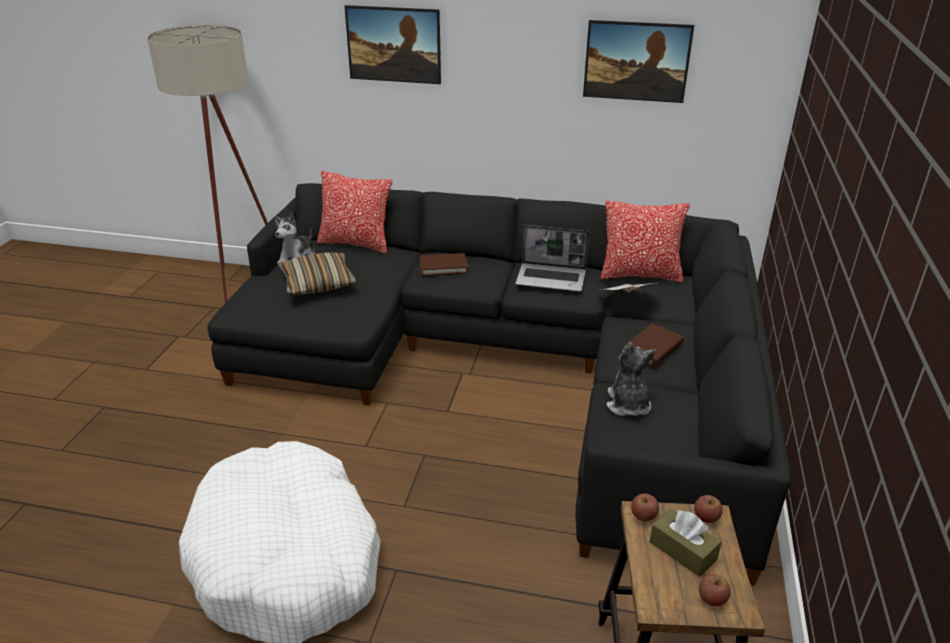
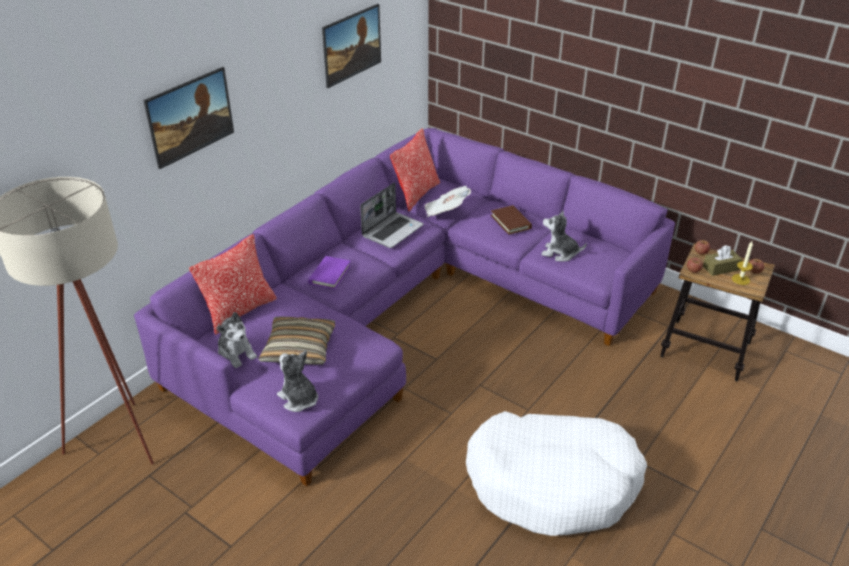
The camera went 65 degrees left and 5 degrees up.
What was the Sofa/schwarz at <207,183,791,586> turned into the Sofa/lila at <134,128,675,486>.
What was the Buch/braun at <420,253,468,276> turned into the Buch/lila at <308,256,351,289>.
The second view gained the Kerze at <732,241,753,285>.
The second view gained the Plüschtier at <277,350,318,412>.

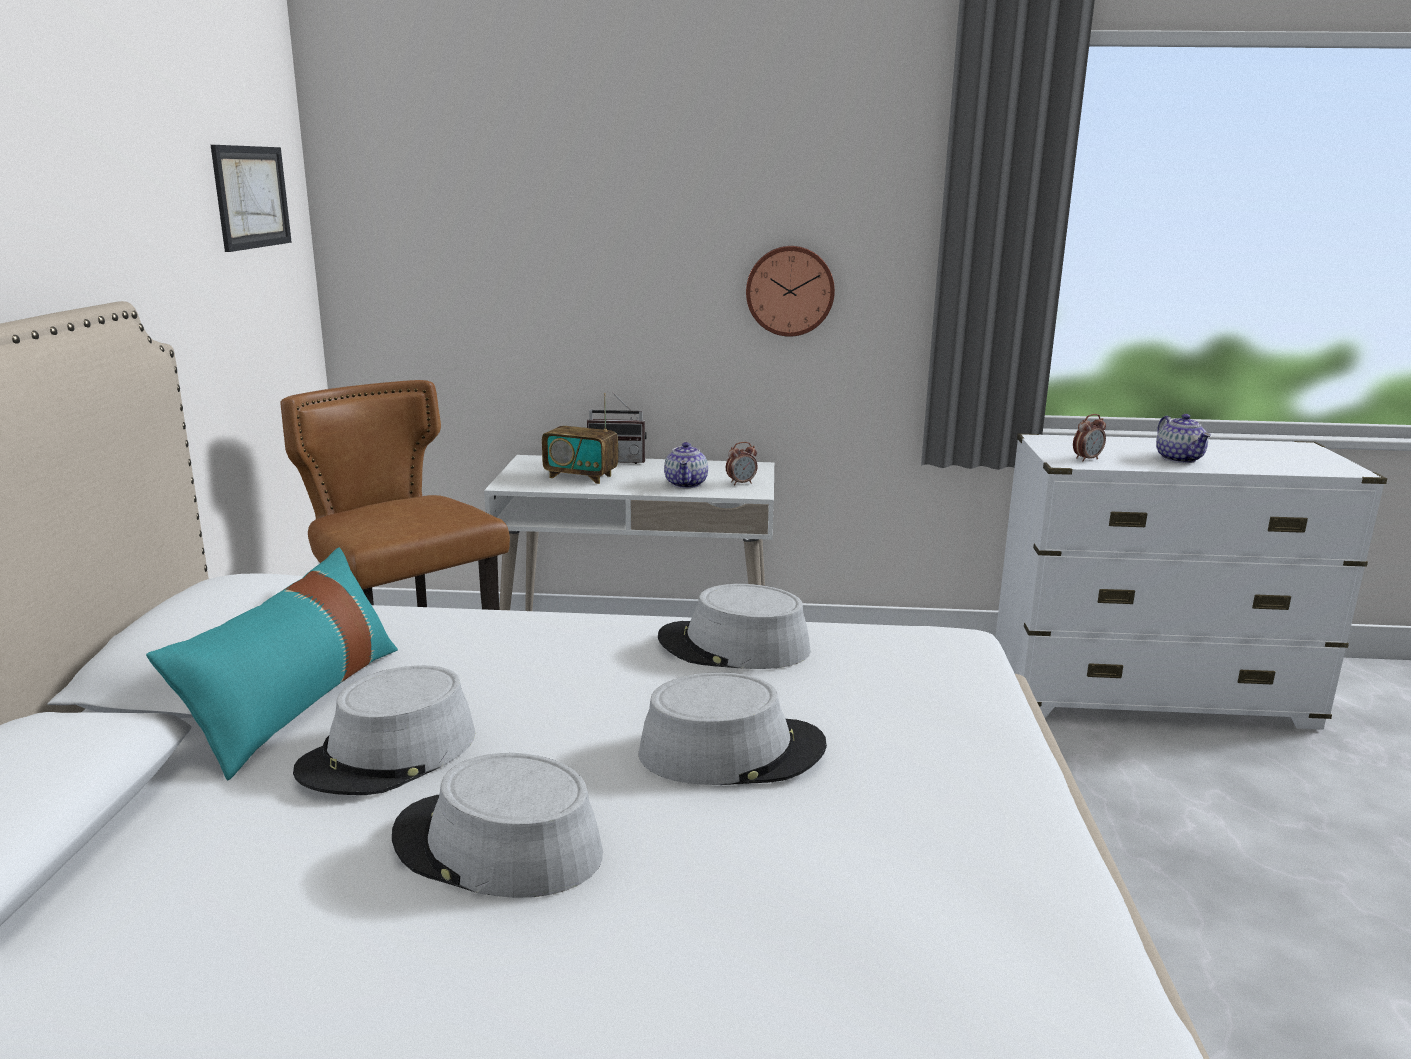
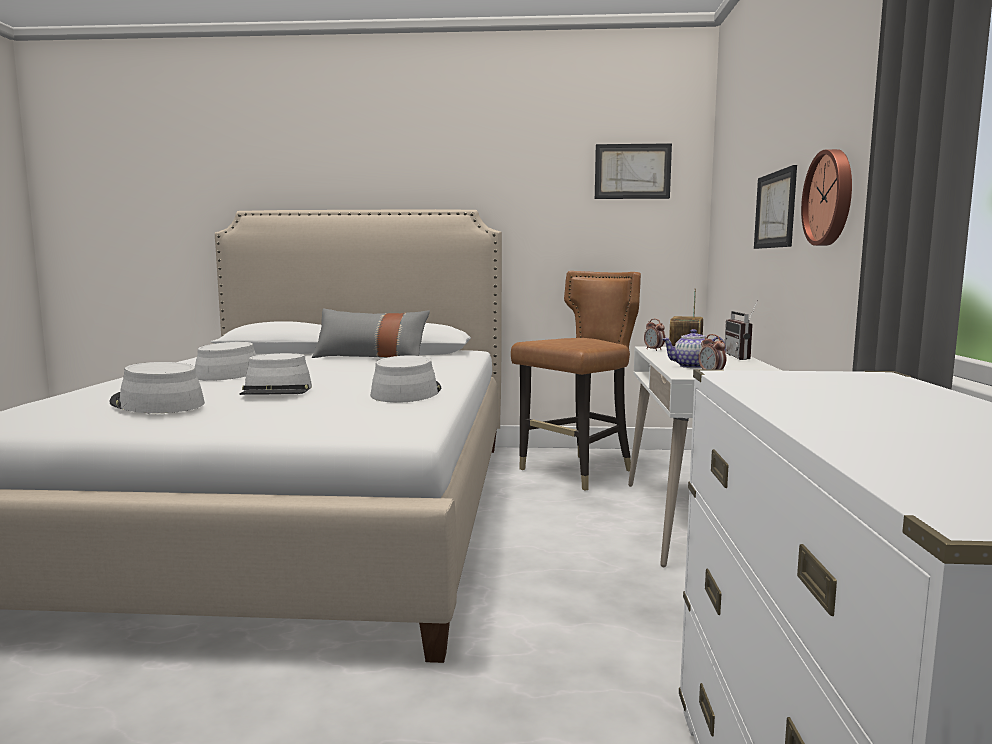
The camera went 90 degrees right and 10 degrees down.
The Wecker ended up elsewhere, having gone from <1073,414,1106,461> to <644,319,665,351>.
The second view lost the Teekanne at <1156,414,1211,463>.
What was the Kissen/türkis at <146,548,398,780> turned into the Kissen/grau at <312,309,430,358>.
The Hut/grau ended up elsewhere, having gone from <293,665,475,795> to <109,362,205,413>.
The second view gained the Bild at <754,165,797,249>.

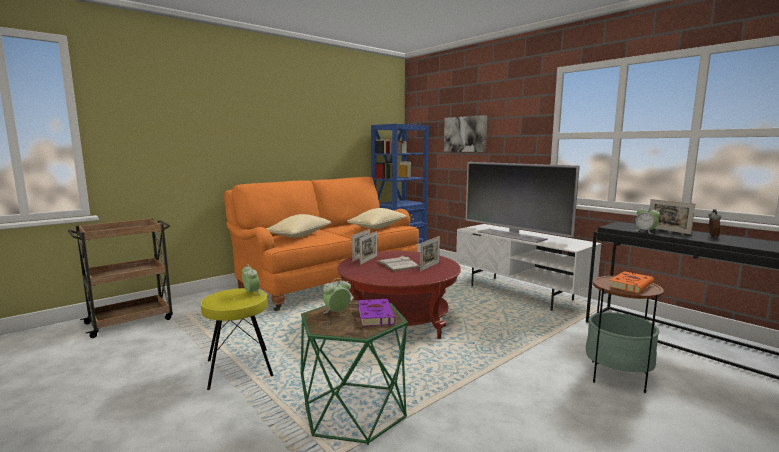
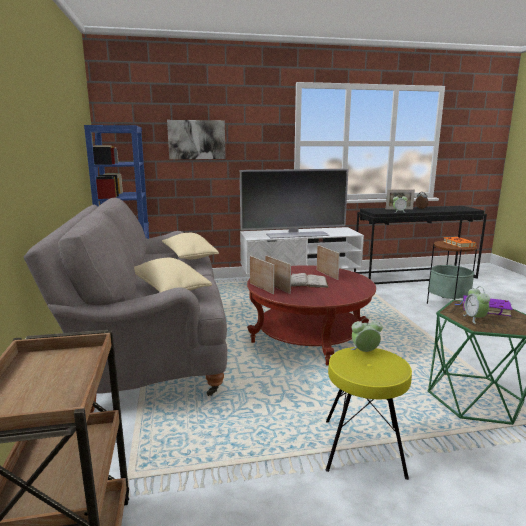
The camera went 60 degrees left and 5 degrees up.
What was the Sofa/orange at <224,177,419,311> turned into the Sofa/grau at <24,197,227,413>.

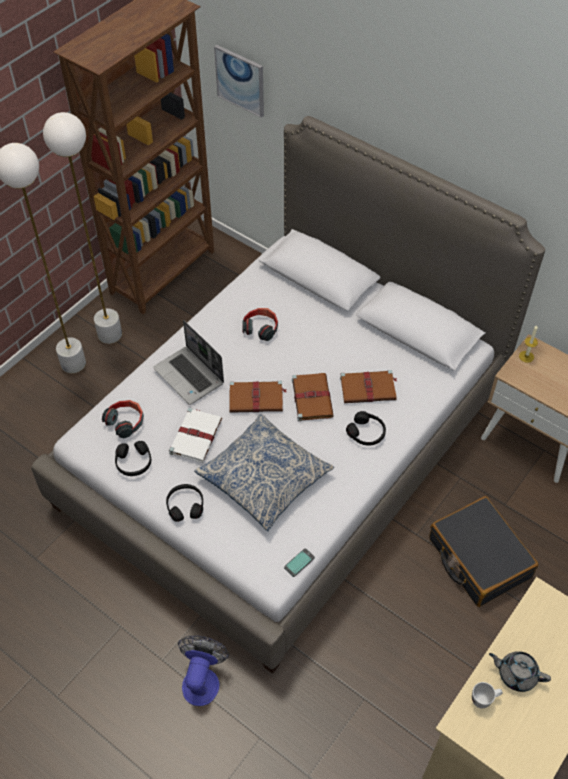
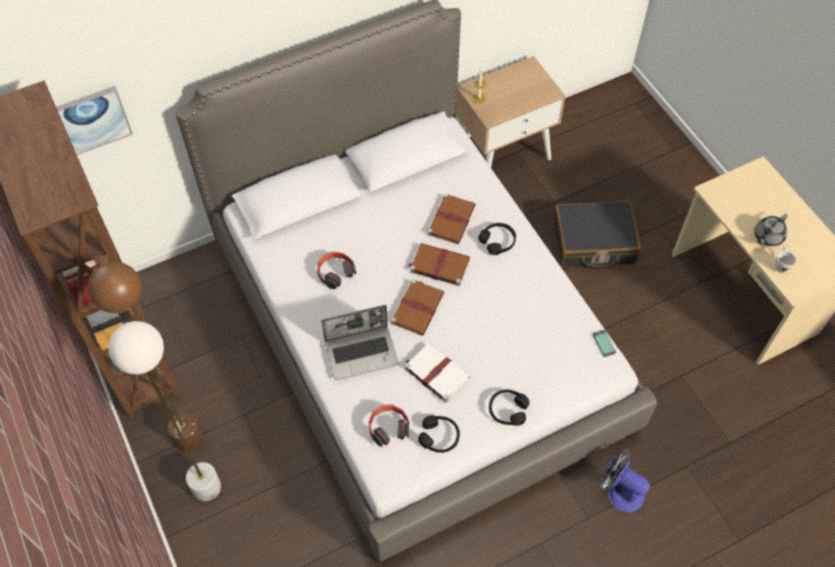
The camera went 65 degrees left and 5 degrees up.
What was the Stehlampe/weiß at <43,112,122,344> turned into the Stehlampe/braun at <88,262,203,451>.
The second view lost the Kissen at <194,414,334,531>.

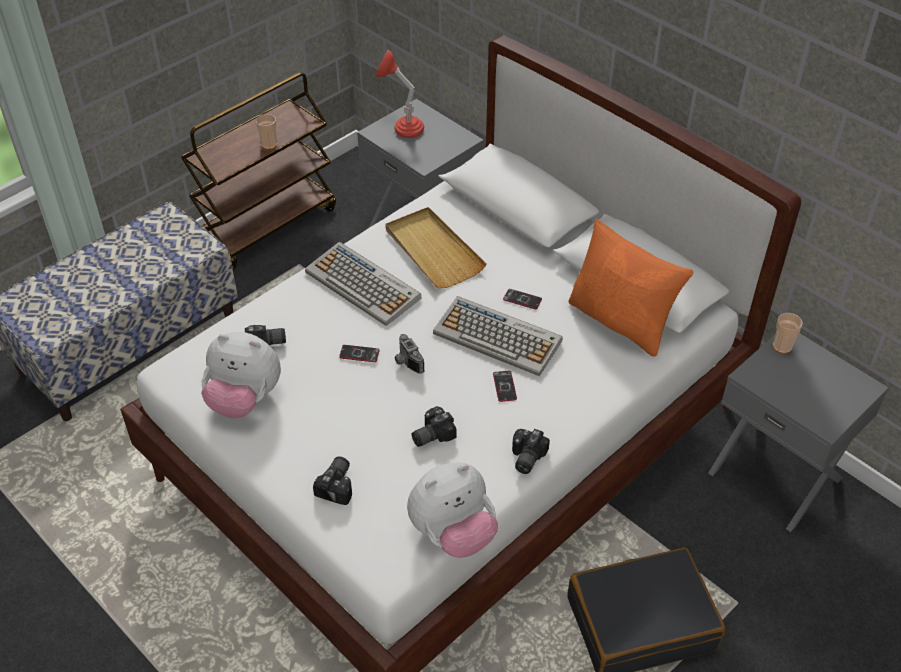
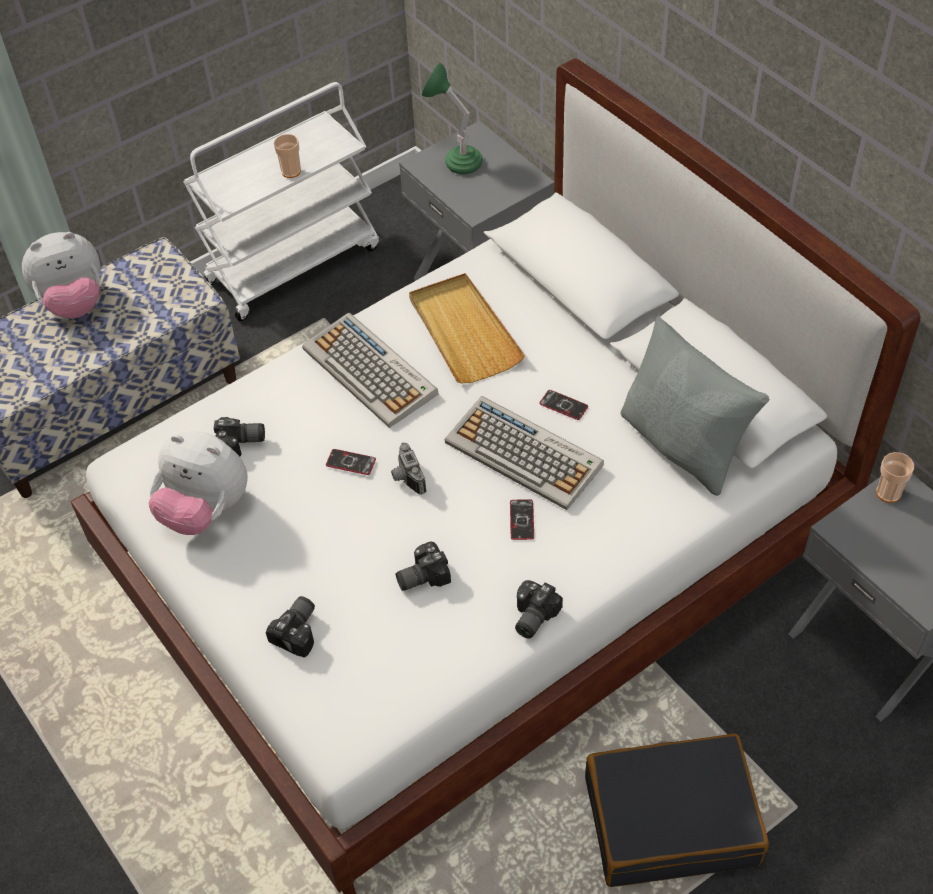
The camera went 10 degrees right and 5 degrees up.
What was the Tischlampe/rot at <376,50,424,138> turned into the Tischlampe/grün at <422,63,482,174>.
What was the Rollwagen/braun at <181,72,336,270> turned into the Rollwagen/weiß at <183,82,379,321>.
What was the Kissen/orange at <568,219,694,357> turned into the Kissen/grau at <620,316,769,496>.
The Plüschtier ended up elsewhere, having gone from <407,463,498,558> to <22,232,101,318>.

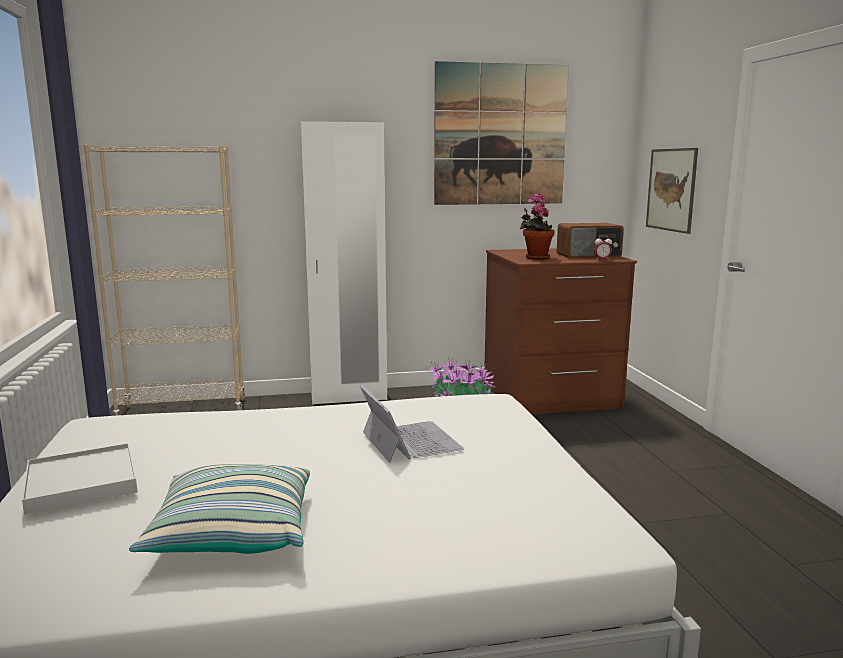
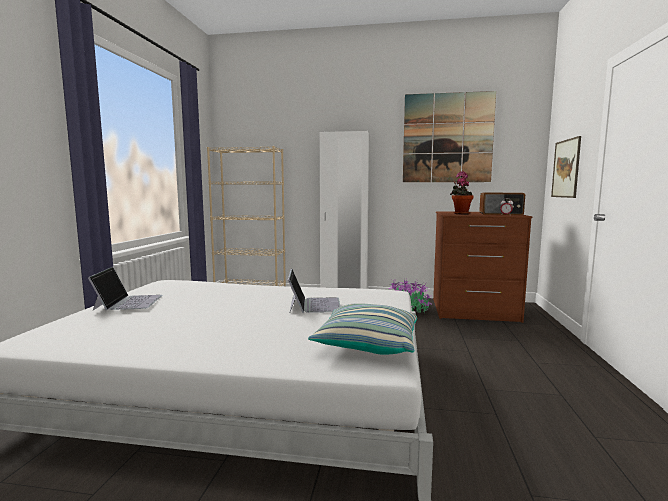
The camera went 20 degrees right and 5 degrees down.
Where the Tablett/weiß stood at <22,443,137,515>, the Laptop came to stand at <88,267,163,310>.
The Kissen ended up elsewhere, having gone from <129,464,310,554> to <308,303,417,355>.

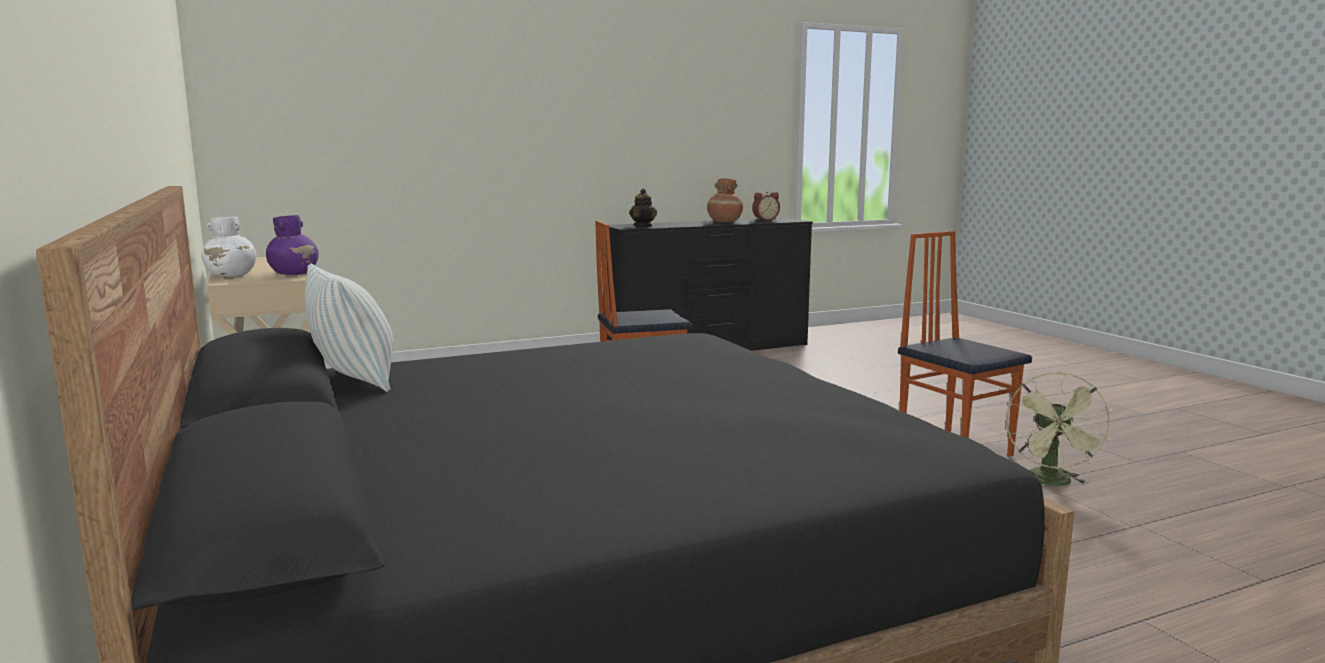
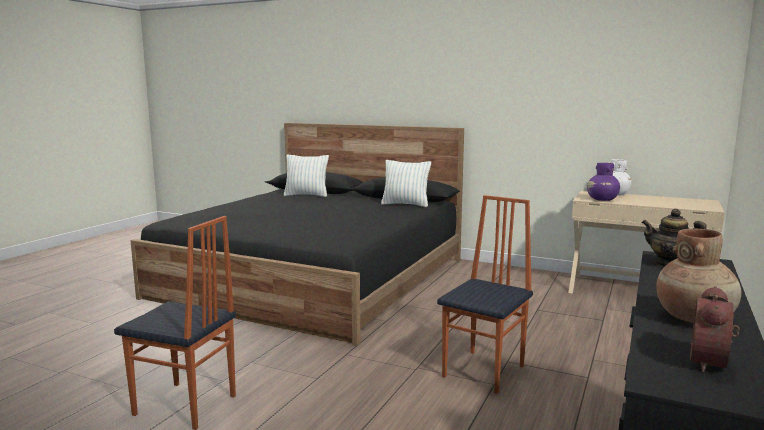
The camera went 140 degrees right and 0 degrees up.
The second view lost the Ventilator/grün at <1006,372,1112,486>.
The second view gained the Kissen at <284,154,329,197>.

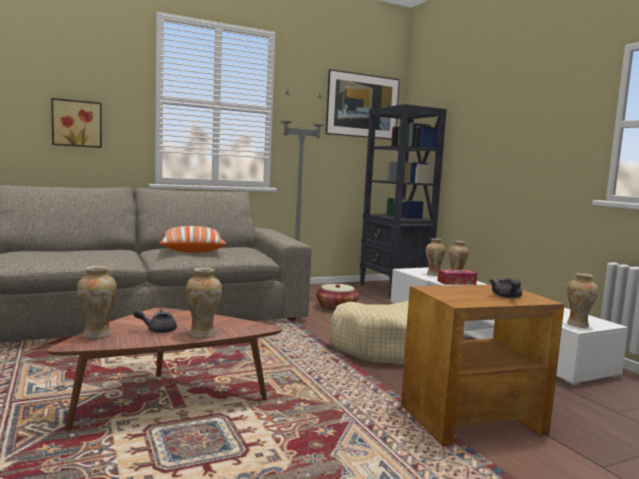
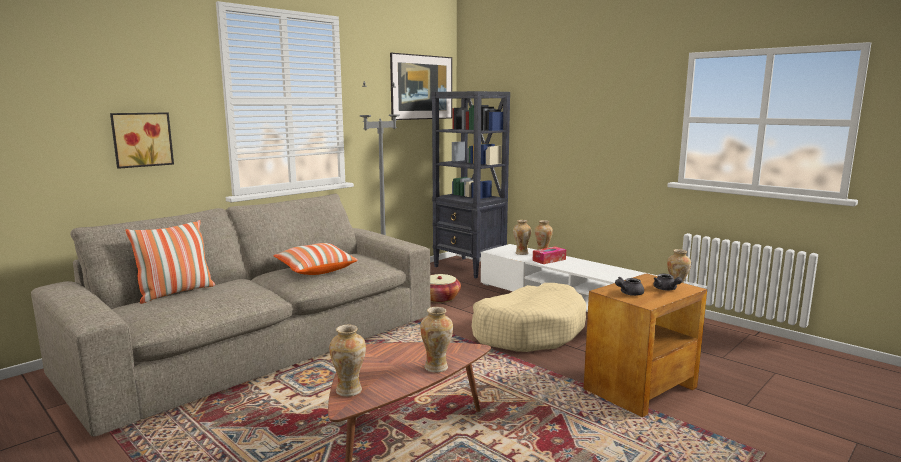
The camera went 20 degrees left and 5 degrees up.
The Teekanne/grau ended up elsewhere, having gone from <133,309,177,333> to <615,277,644,296>.
The second view gained the Kissen at <125,220,215,304>.

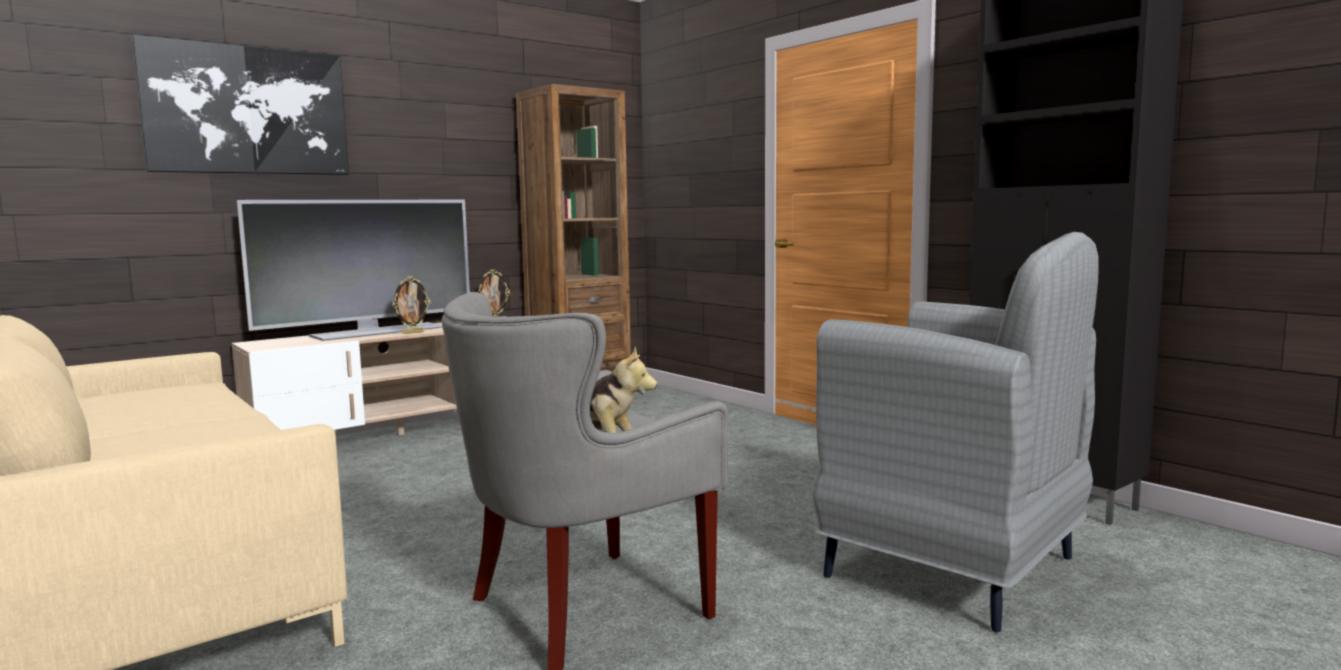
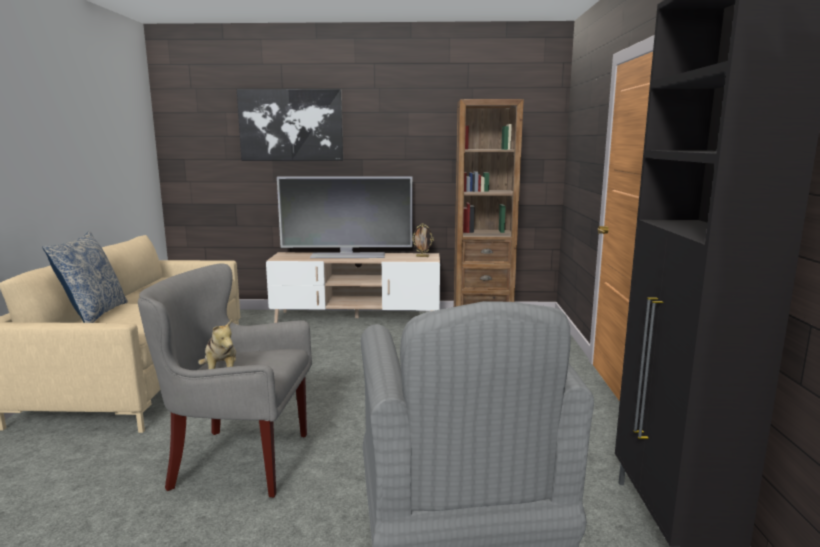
The camera went 40 degrees right and 5 degrees up.
The second view lost the Bilderrahmen at <392,276,431,334>.
The second view gained the Kissen at <43,231,128,323>.

